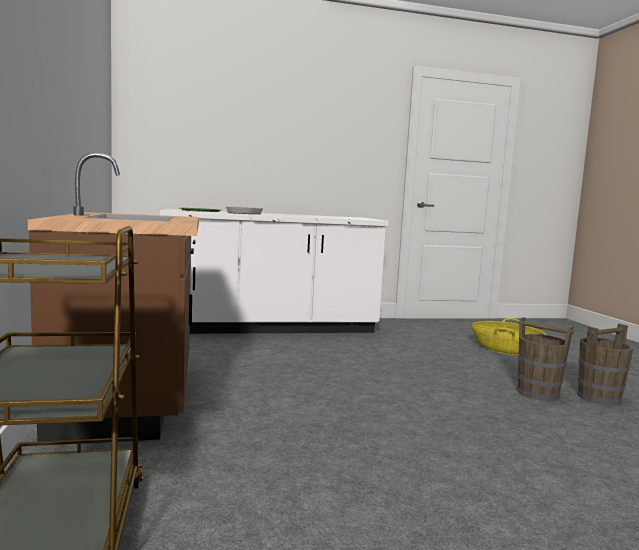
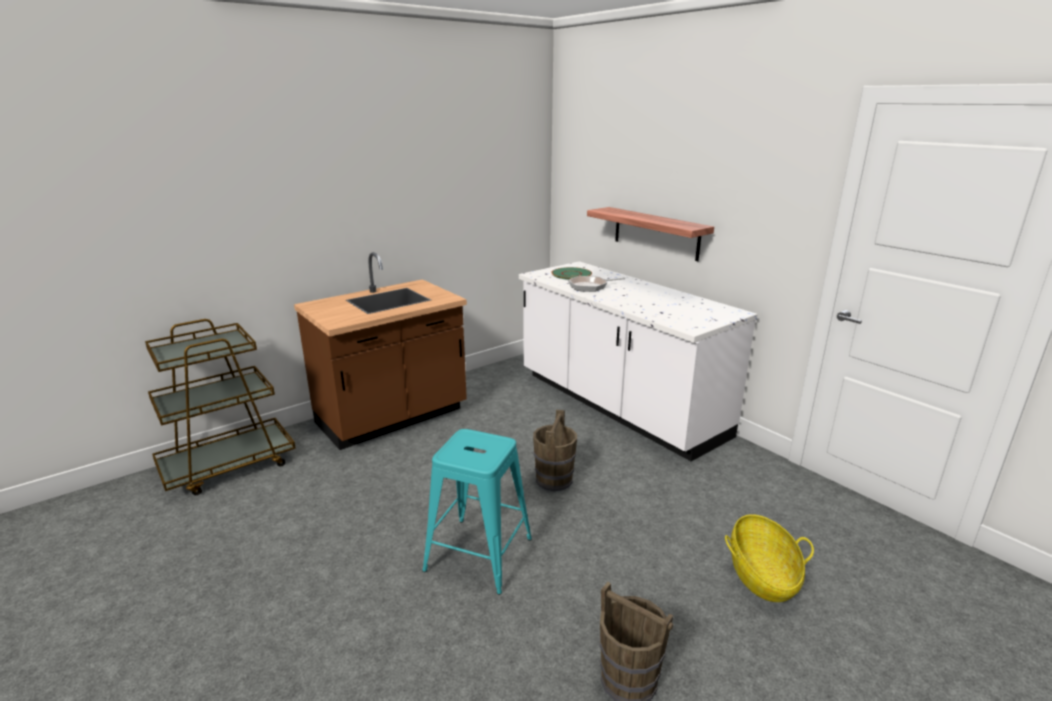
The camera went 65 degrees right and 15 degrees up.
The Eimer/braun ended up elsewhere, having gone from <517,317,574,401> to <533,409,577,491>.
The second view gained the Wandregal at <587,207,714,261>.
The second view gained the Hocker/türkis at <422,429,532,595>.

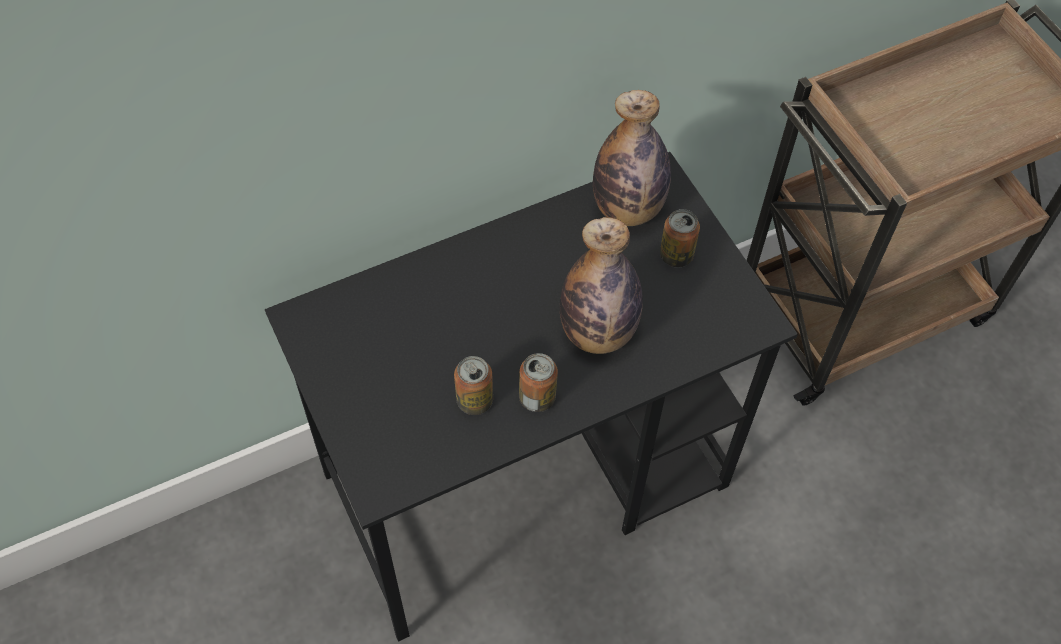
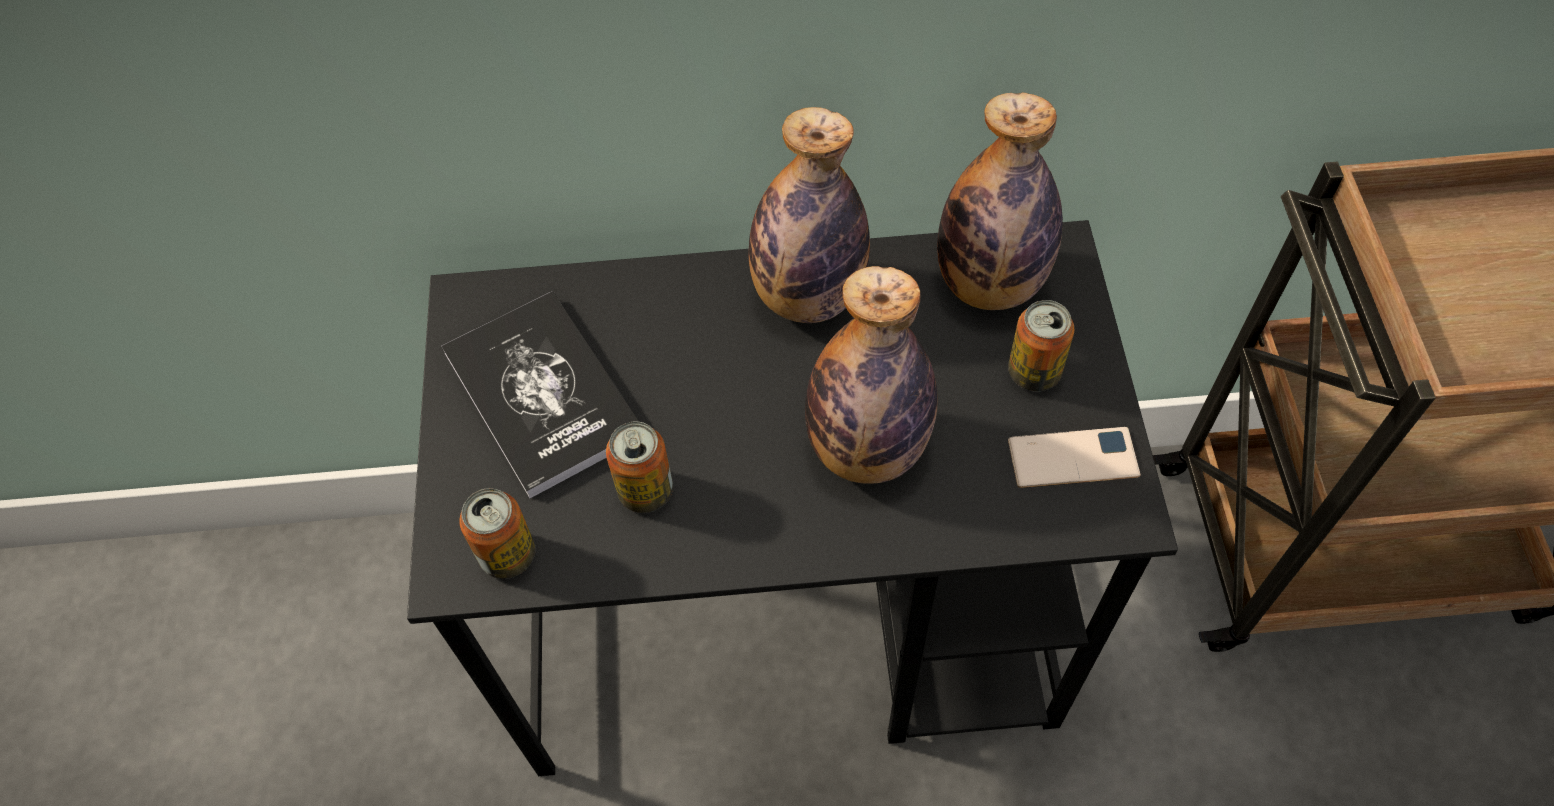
The camera went 25 degrees right and 0 degrees up.
The Dose ended up elsewhere, having gone from <519,353,558,412> to <459,488,535,579>.
The second view gained the Flasche at <748,107,870,323>.
The second view gained the Buch at <441,291,639,499>.
The second view gained the Handy at <1008,427,1141,488>.

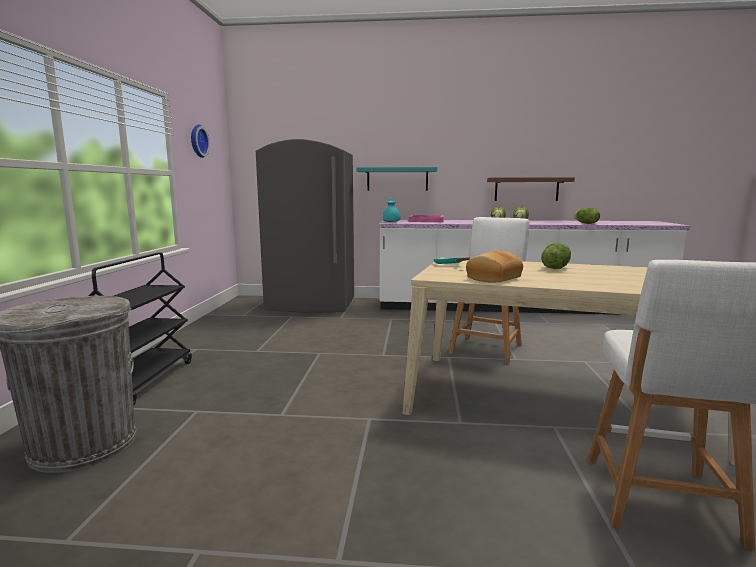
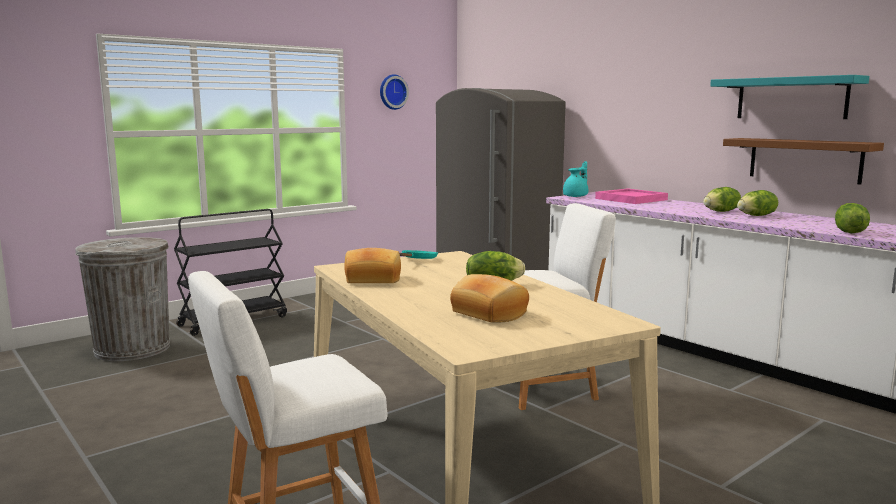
The camera went 45 degrees right and 0 degrees up.
The Wandregal/türkis ended up elsewhere, having gone from <357,167,437,191> to <710,75,869,119>.
The second view gained the Brot at <450,274,529,323>.

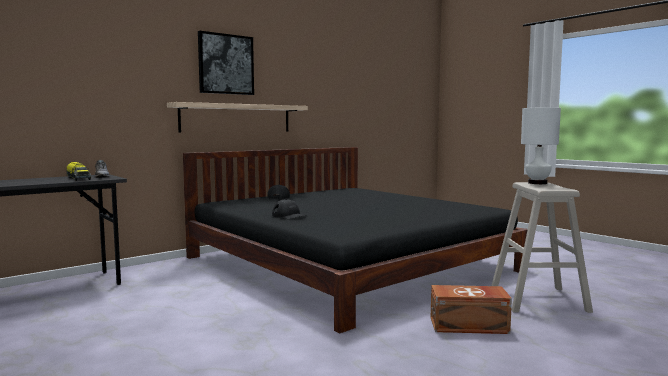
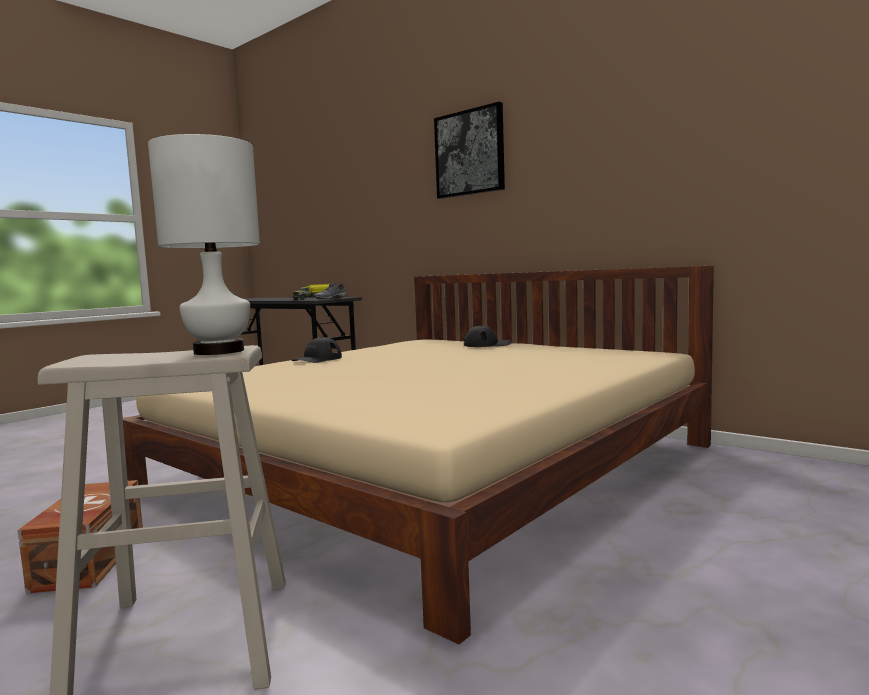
The camera went 80 degrees right and 0 degrees up.
The second view lost the Wandregal at <167,102,308,132>.
What was the Bett/schwarz at <183,147,528,333> turned into the Bett/beige at <123,266,714,644>.

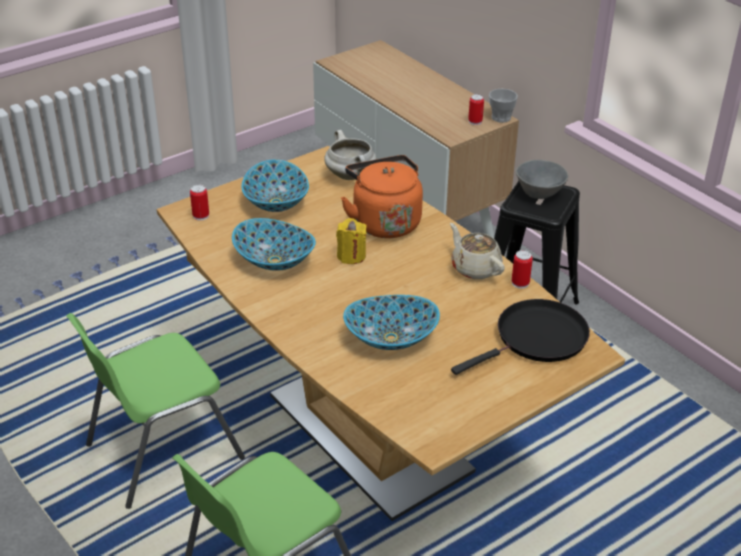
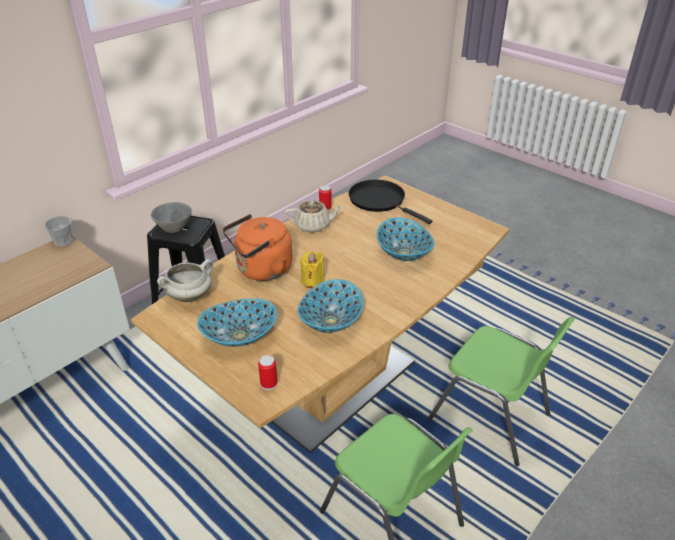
The camera went 100 degrees left and 0 degrees up.
The second view lost the Dose at <468,94,484,125>.
The Teekanne/beige at <450,223,505,279> ended up facing another way, 135 degrees counterclockwise from before.

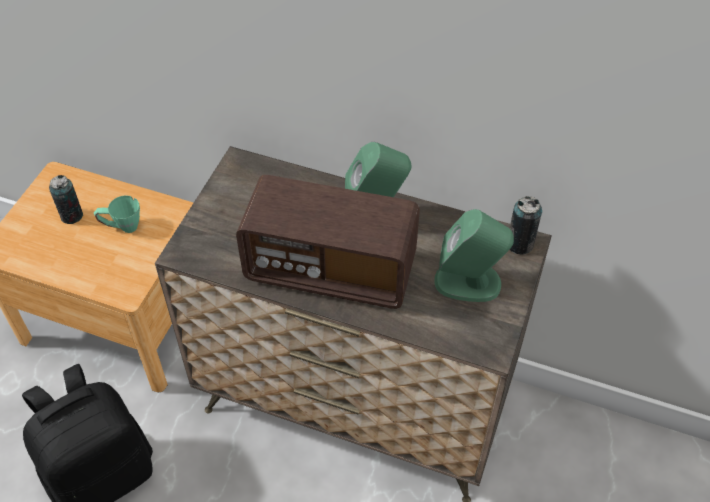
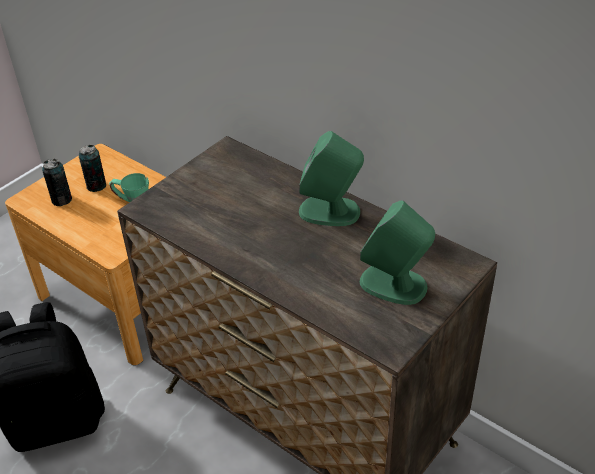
The camera went 20 degrees right and 10 degrees down.
The second view lost the Radio at <236,175,420,309>.
The Dose ended up elsewhere, having gone from <510,196,542,255> to <42,159,72,206>.

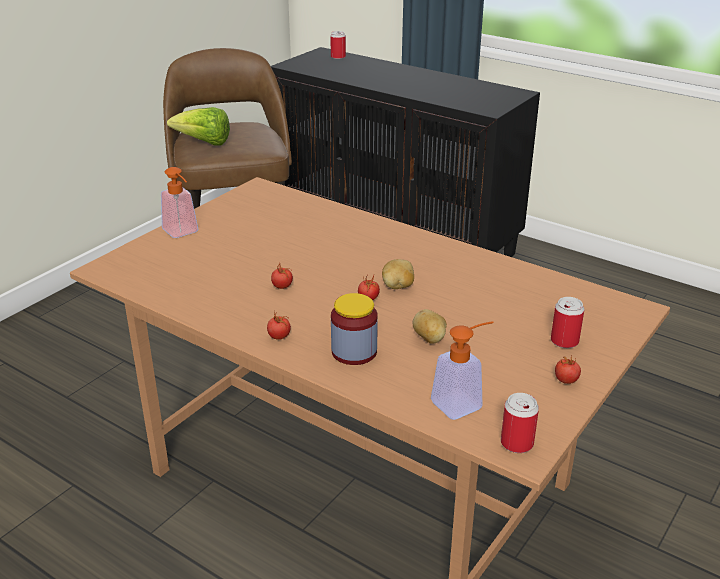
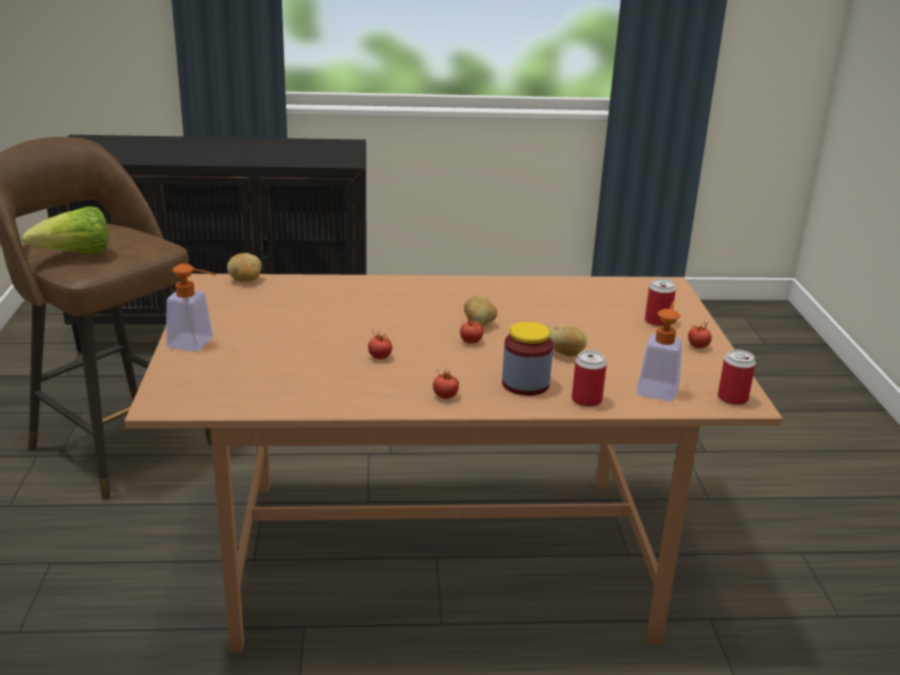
The camera went 40 degrees left and 5 degrees down.
The Dose ended up elsewhere, having gone from <330,31,346,59> to <572,351,607,407>.
The second view gained the Kartoffel at <227,253,262,282>.

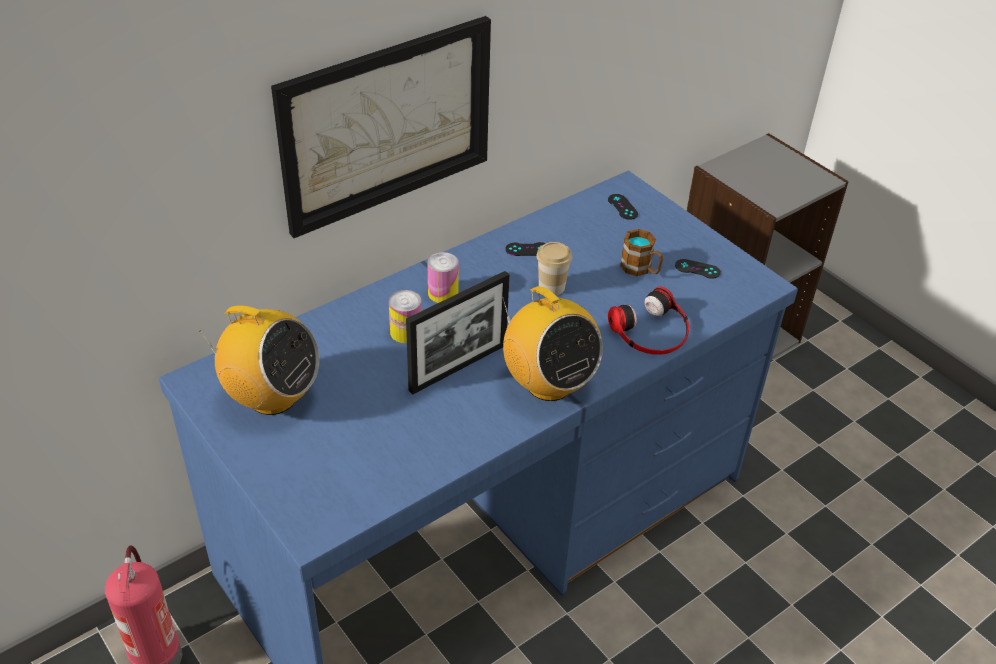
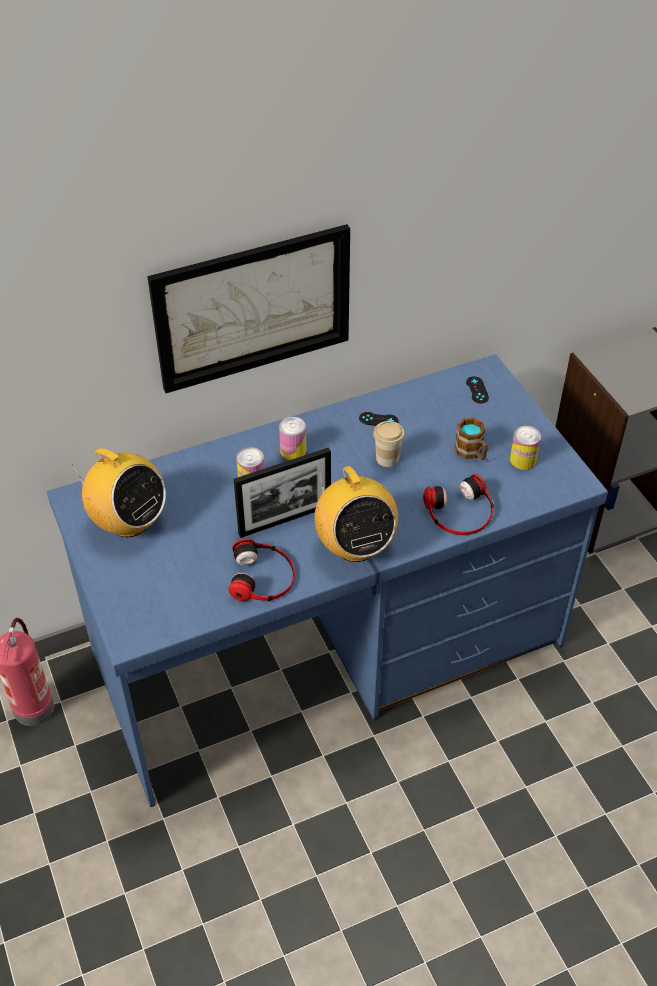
The camera went 15 degrees right and 5 degrees up.
Where the Gamepad/schwarz stood at <675,259,721,279>, the Dose came to stand at <510,426,541,470>.
The second view gained the Kopfhörer at <228,538,295,601>.

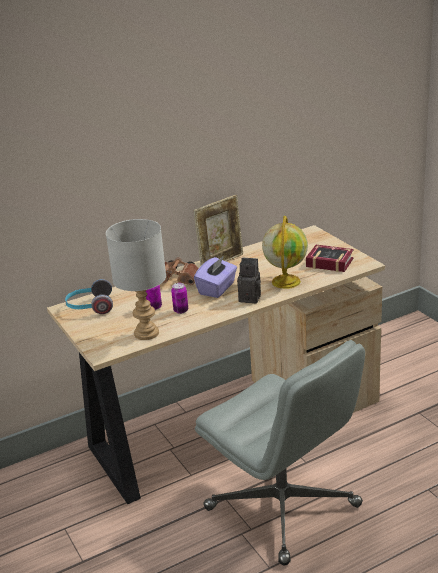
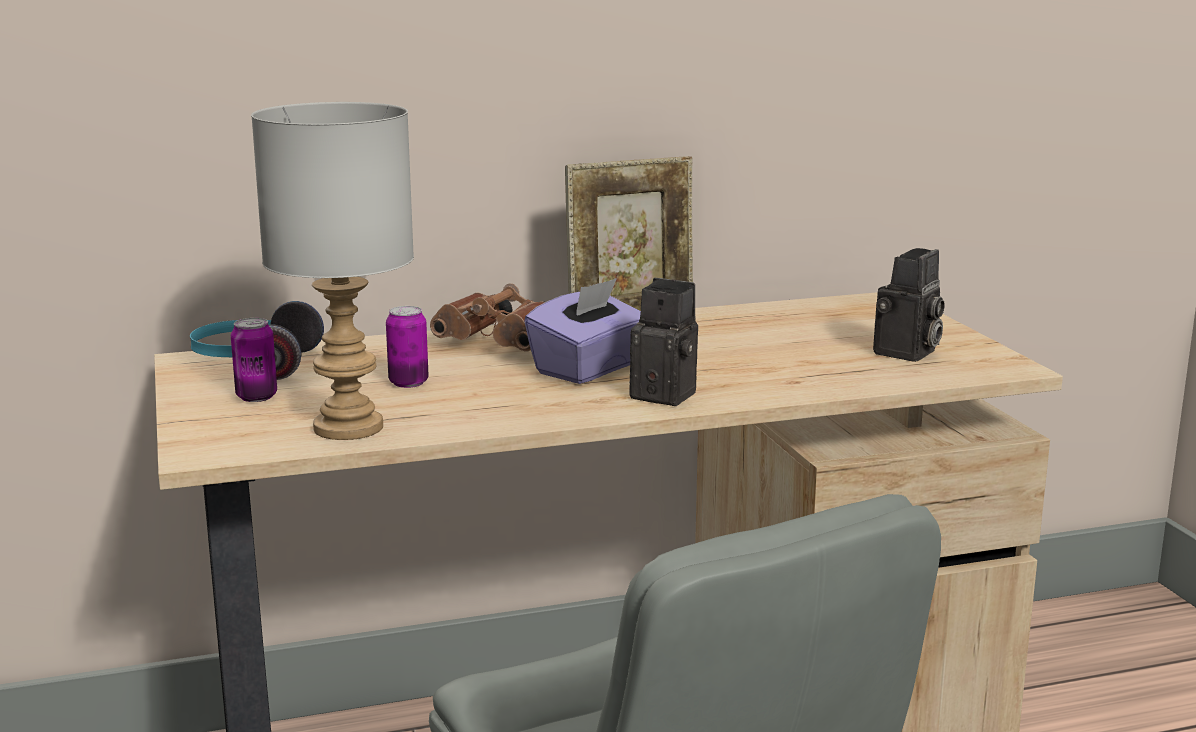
The camera went 10 degrees right and 10 degrees down.
The second view lost the Globus at <262,216,308,289>.
Where the Buch stood at <306,245,354,272>, the Kamera came to stand at <873,248,945,362>.
The Dose ended up elsewhere, having gone from <171,283,188,314> to <231,318,277,402>.

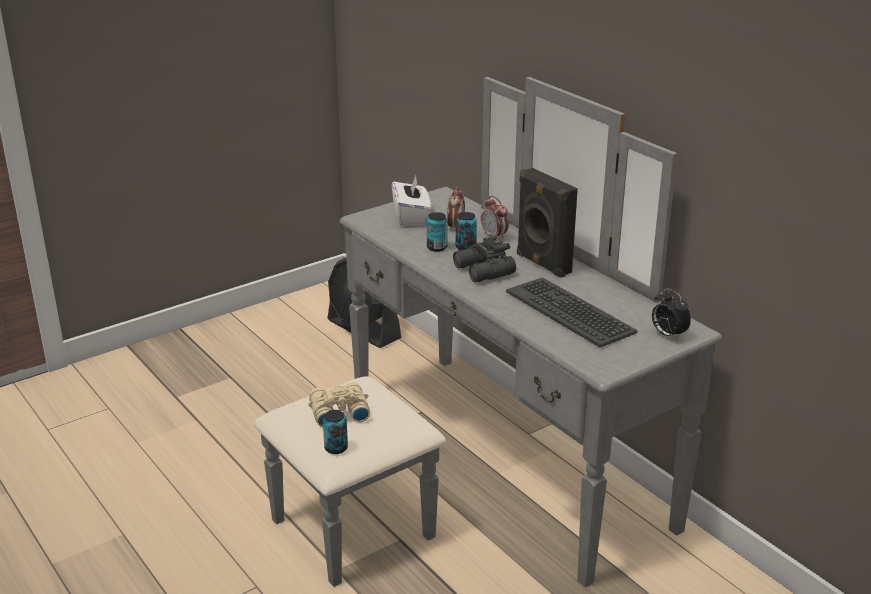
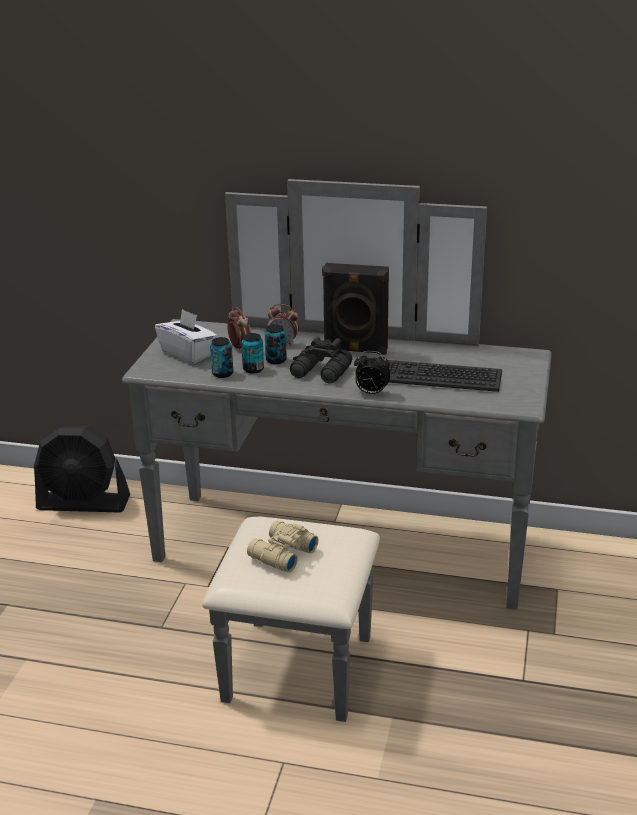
The camera went 40 degrees left and 0 degrees up.
The Wecker ended up elsewhere, having gone from <652,288,691,340> to <354,351,391,395>.
The Dose ended up elsewhere, having gone from <323,410,348,454> to <210,337,233,378>.

